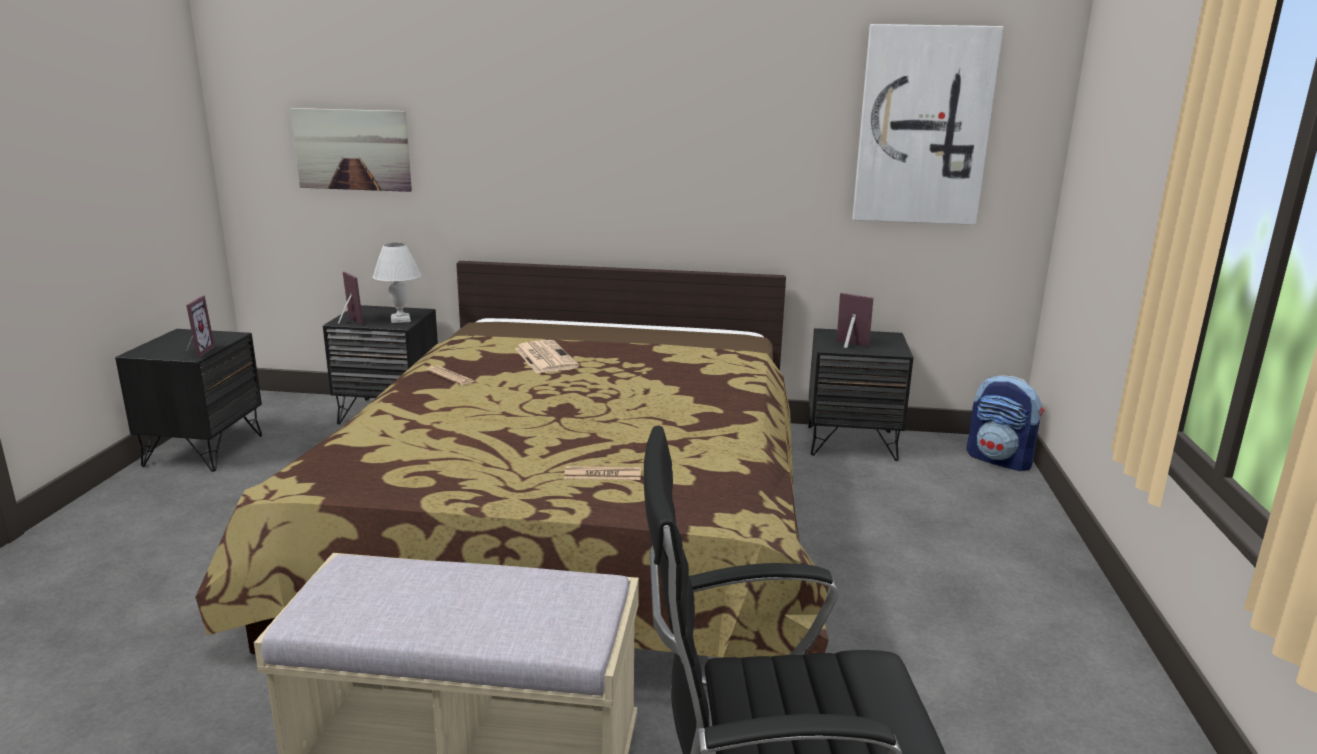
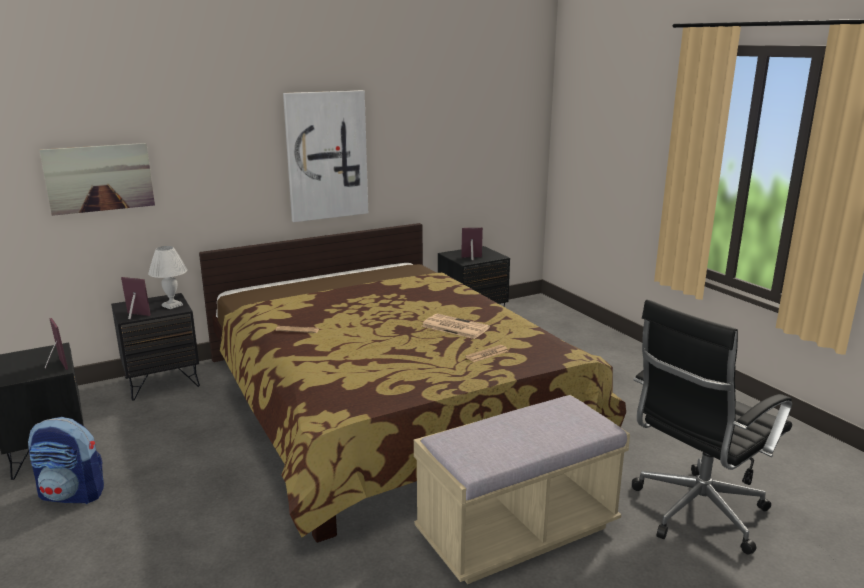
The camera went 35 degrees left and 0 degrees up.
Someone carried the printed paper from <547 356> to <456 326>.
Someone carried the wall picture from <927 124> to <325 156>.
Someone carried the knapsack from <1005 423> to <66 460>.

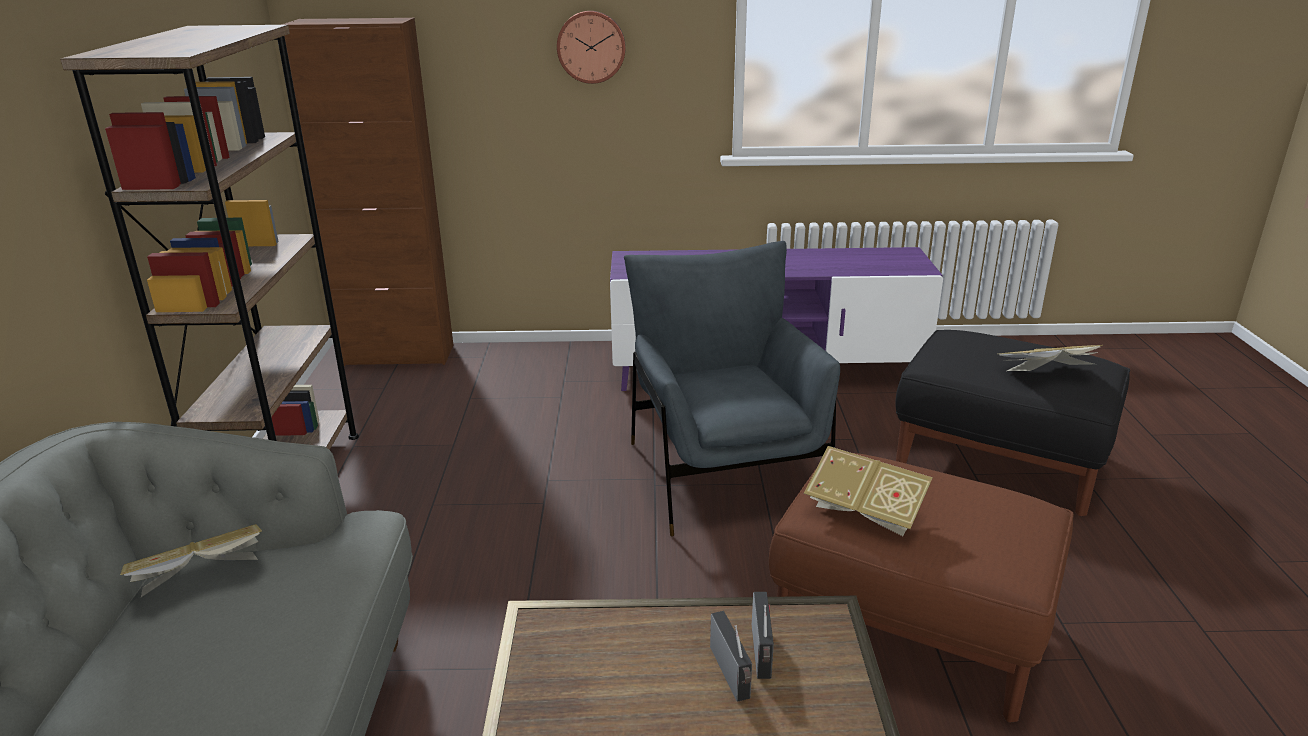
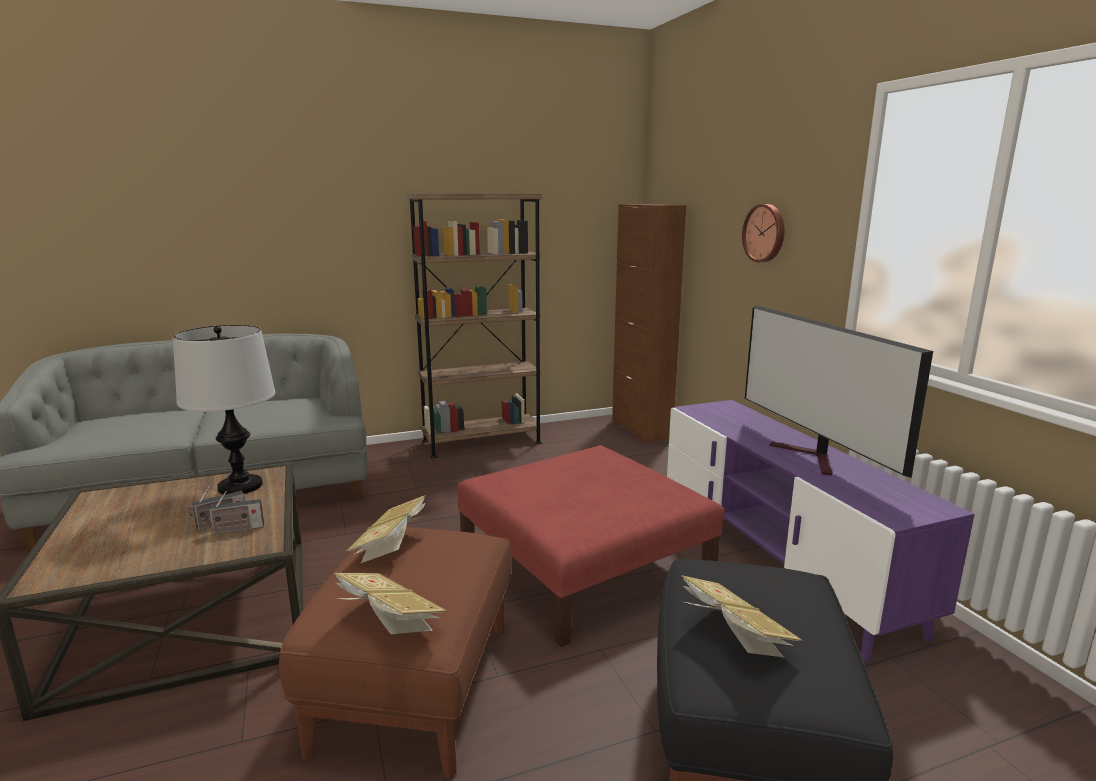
The camera went 70 degrees right and 10 degrees down.
Someone put down the table lamp at <224 409>.
Someone put down the TV set at <839 391>.
Someone carried the book from <191 560> to <390 603>.
Someone swapped the greyish armchair at <732 388> for the red pouffe at <591 546>.

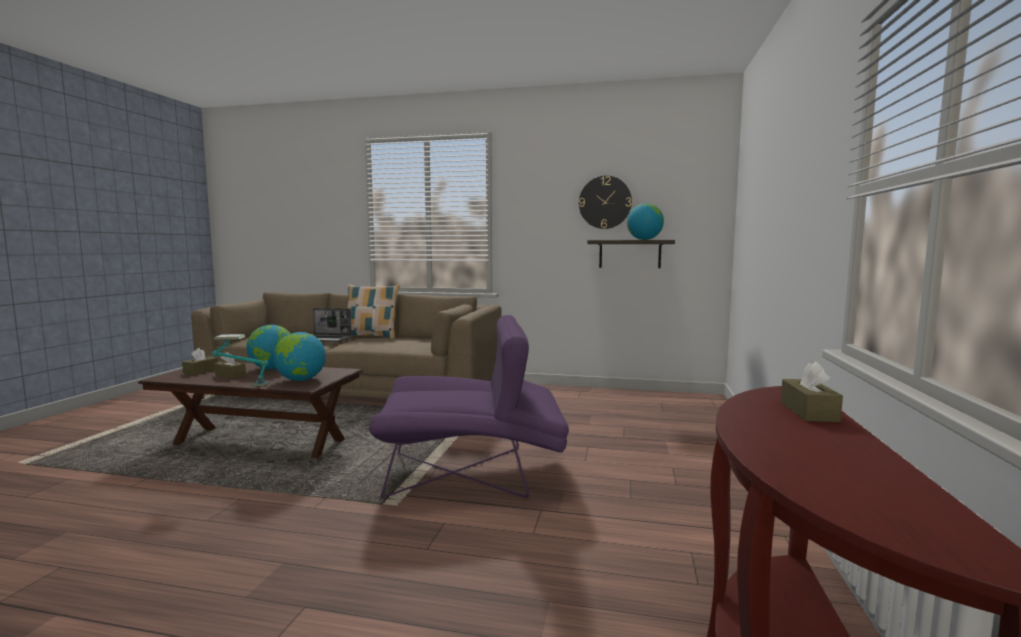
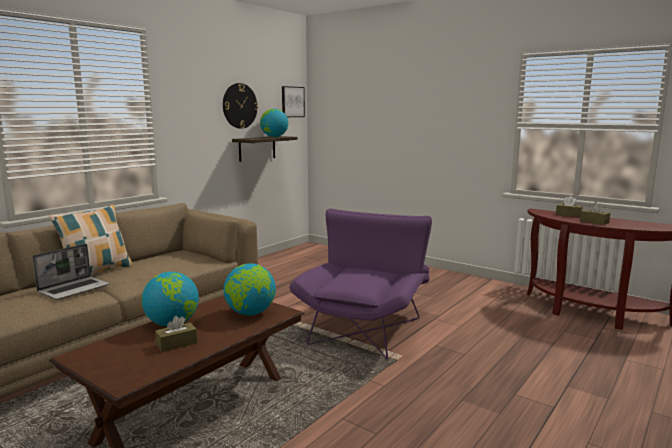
The camera went 65 degrees left and 5 degrees up.
Someone took away the table lamp at <240 360>.
Someone put up the wall picture at <293 101>.
Someone carried the brown tissue holder from <200 361> to <595 213>.

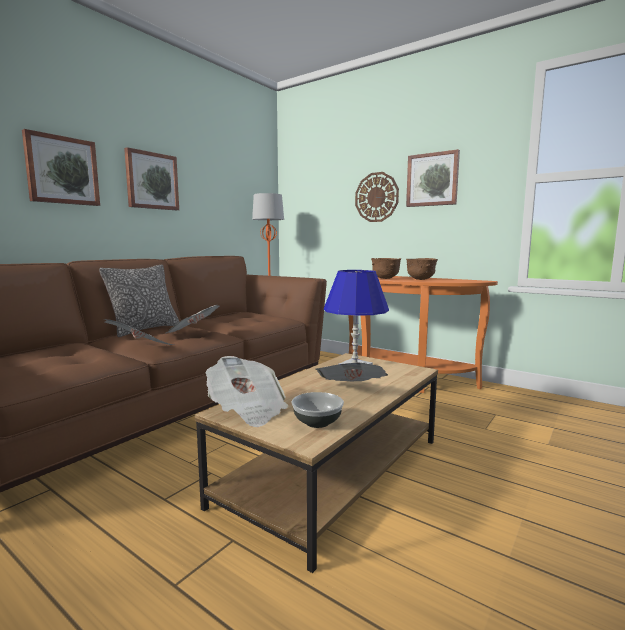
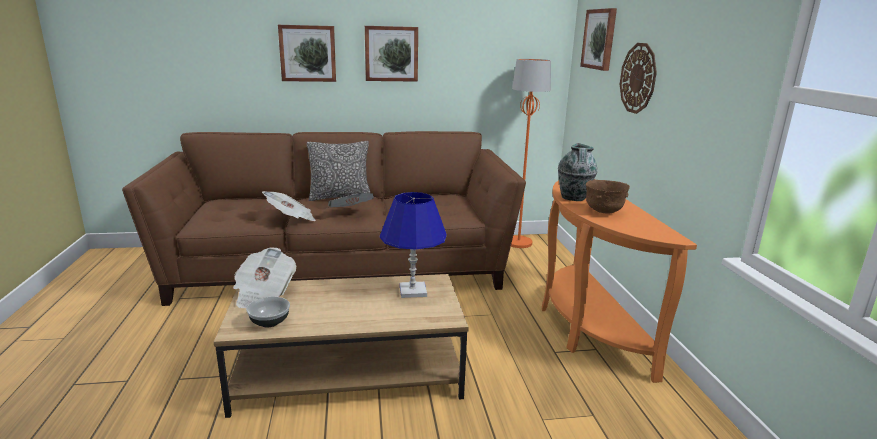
The camera went 45 degrees right and 10 degrees up.
Someone took away the printed paper at <351 372>.
Someone carried the wall picture from <433 178> to <598 39>.
Someone swapped the brown bowl at <386 268> for the decorative vase at <577 172>.

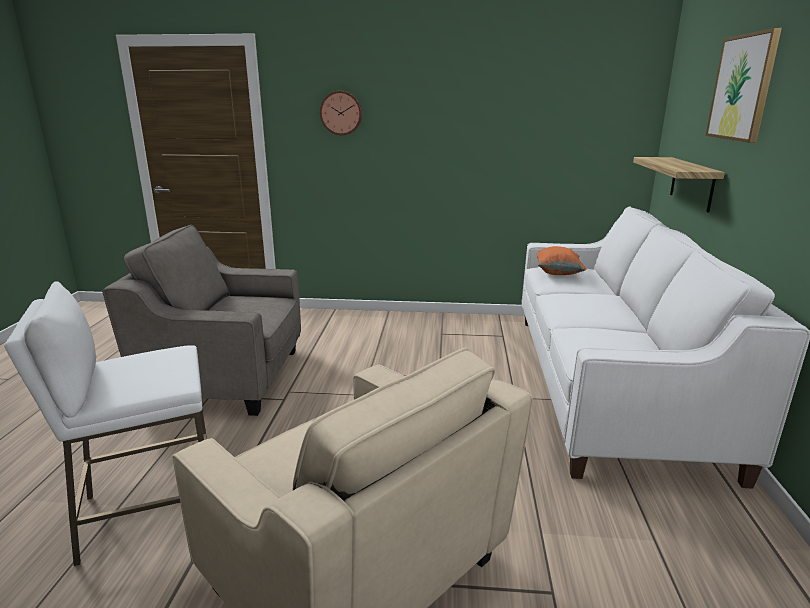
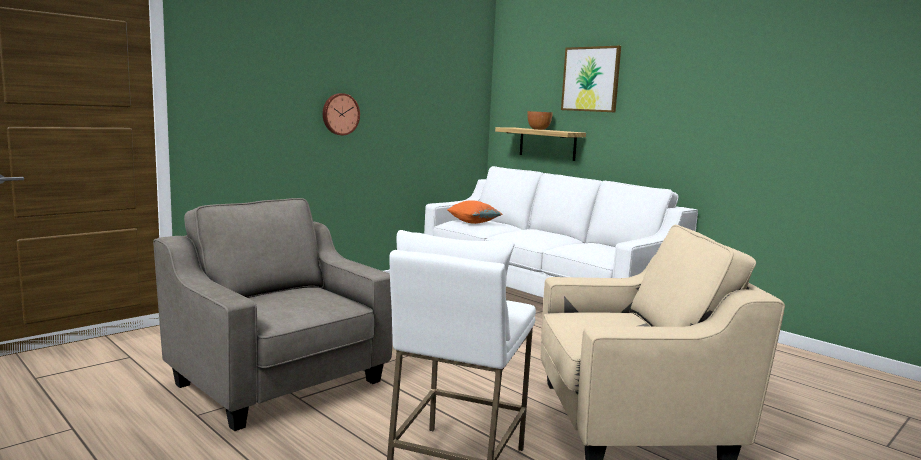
The camera went 50 degrees left and 10 degrees down.
Someone put down the bowl at <540 120>.
Someone carried the hanging clock from <341 113> to <341 114>.
Someone rotated the greyish armchair at <201 320> by 90 degrees clockwise.

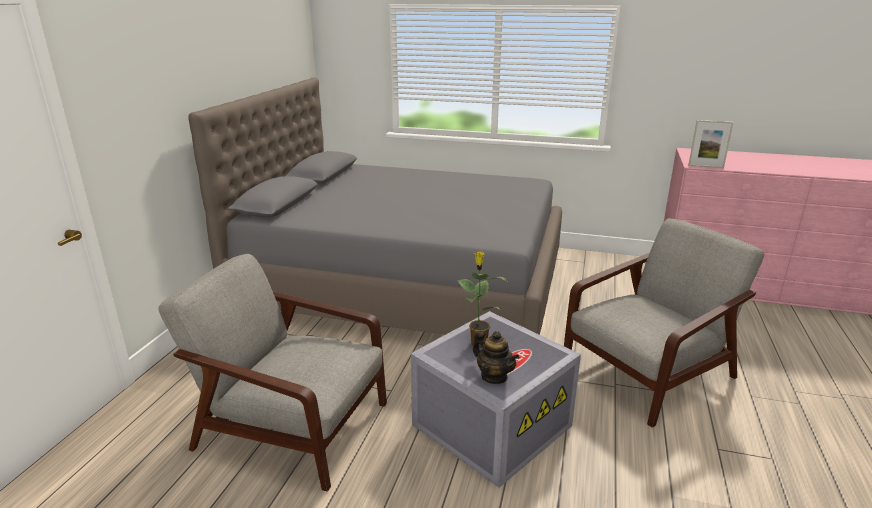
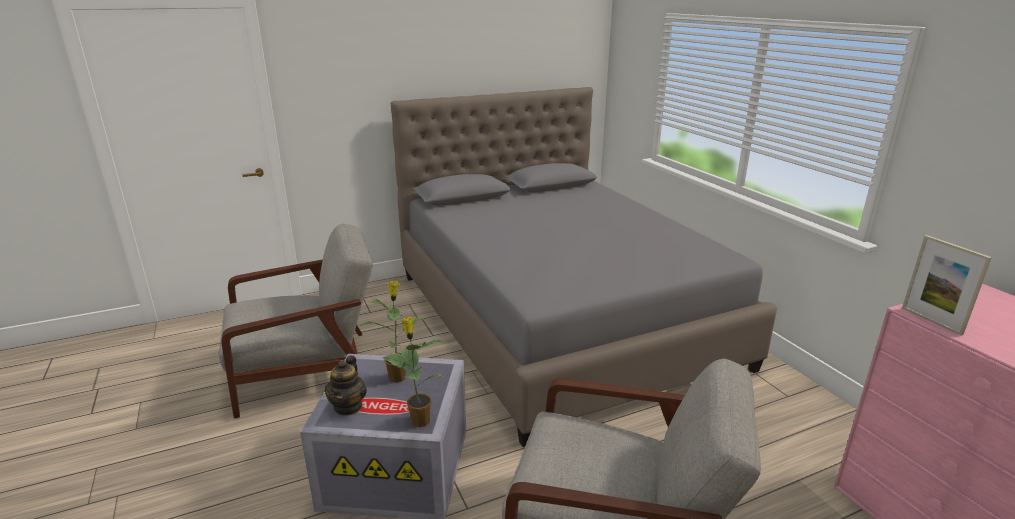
The camera went 50 degrees right and 0 degrees up.
Someone put down the plant in a pot at <415 372>.
Someone rotated the greyish armchair at <272 373> by 90 degrees clockwise.

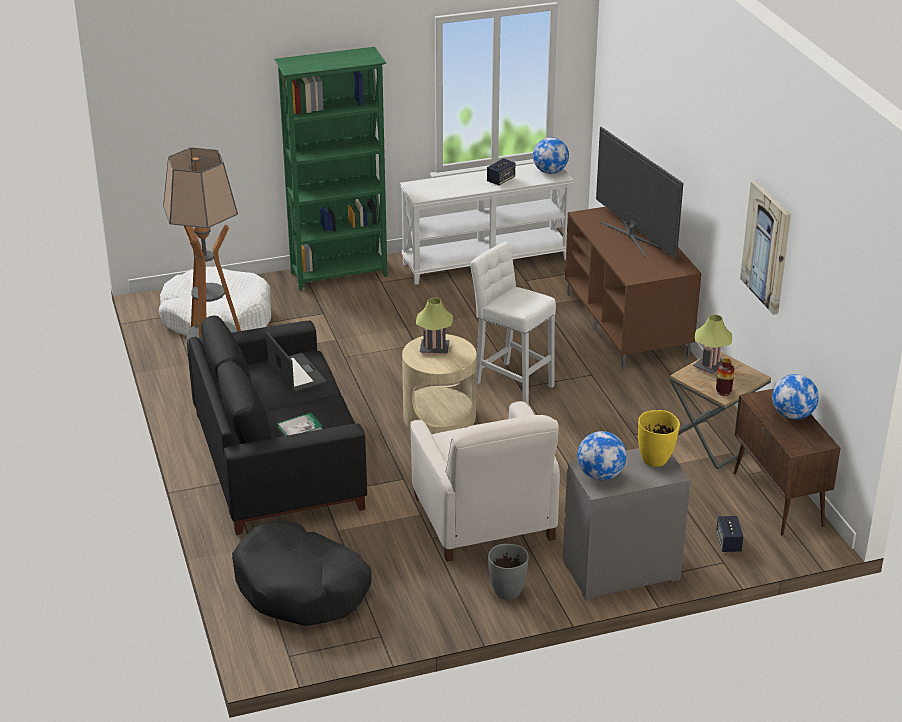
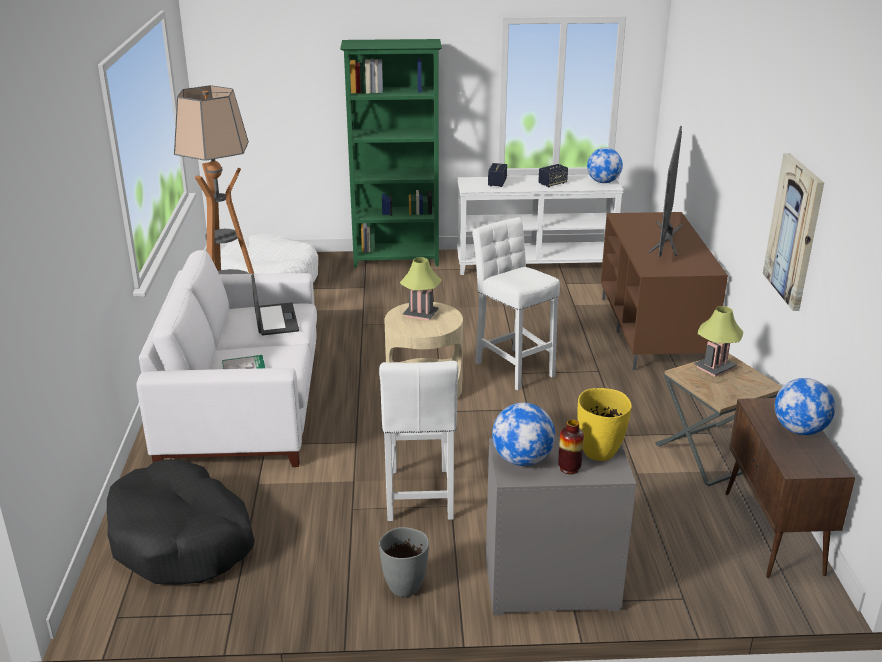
The camera went 15 degrees right and 5 degrees down.
Someone carried the decorative vase from <725 377> to <571 446>.
Someone carried the loudspeaker from <730 534> to <497 175>.
Someone swapped the white armchair at <485 481> for the white sitting stool at <419 441>.
Someone repainted the blackish couch at <277 425>, which became the white couch at <226 358>.
Someone rotated the TV set at <639 192> by 150 degrees counterclockwise.

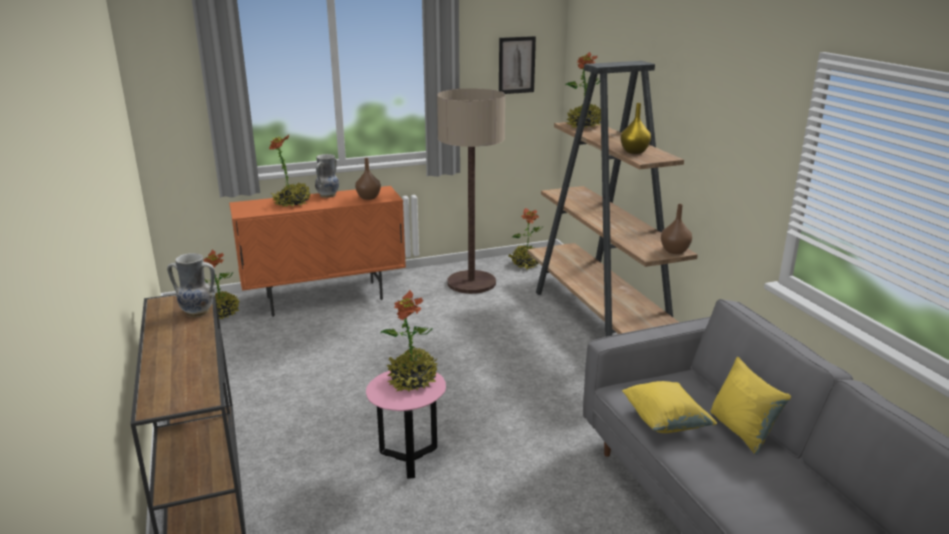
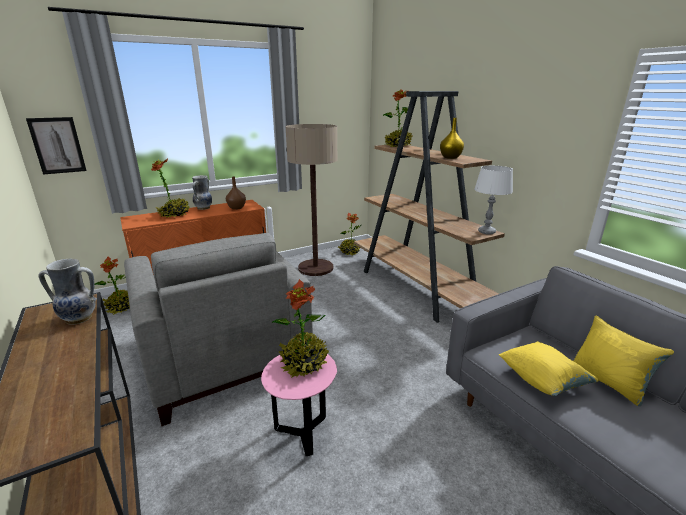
The camera went 10 degrees left and 0 degrees up.
Someone put down the greyish armchair at <218 329>.
Someone carried the wall picture from <517 65> to <56 146>.
Someone swapped the brown decorative vase at <676 229> for the white table lamp at <493 200>.

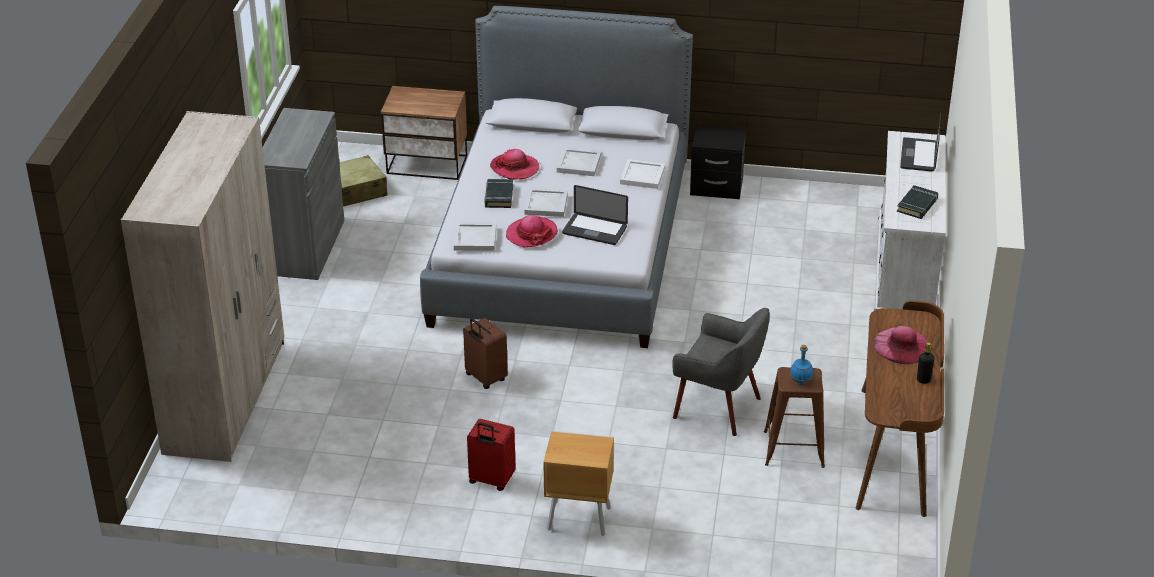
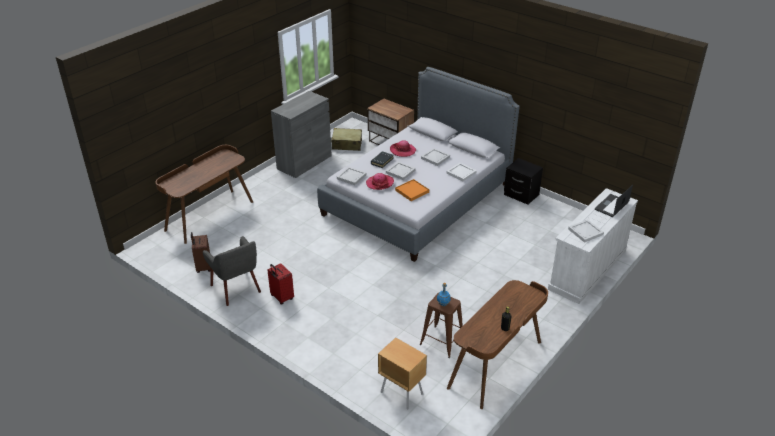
The camera went 30 degrees right and 0 degrees up.
Someone took away the pinkish wearable hat at <901 345>.
Someone carried the brown piece of luggage from <485 353> to <200 252>.
Someone carried the brown night table from <578 483> to <402 373>.
Someone carried the greyish armchair from <721 372> to <232 271>.
Someone swapped the beige-coloured clothes cupboard at <202 286> for the brown desk table at <204 194>.
Someone swapped the notebook computer at <595 215> for the orangey tray at <412 190>.
Someone swapped the blackish book at <917 202> for the white tray at <586 231>.

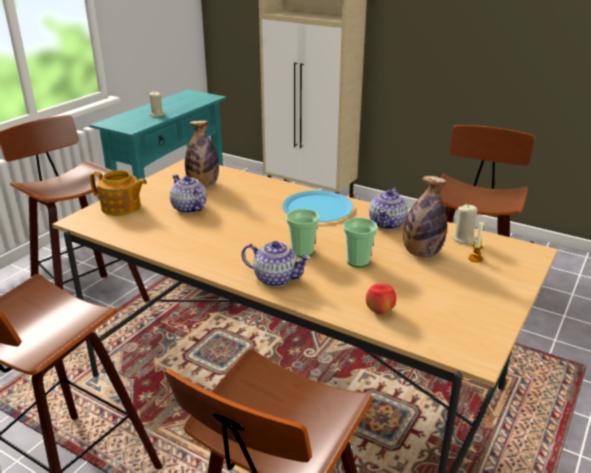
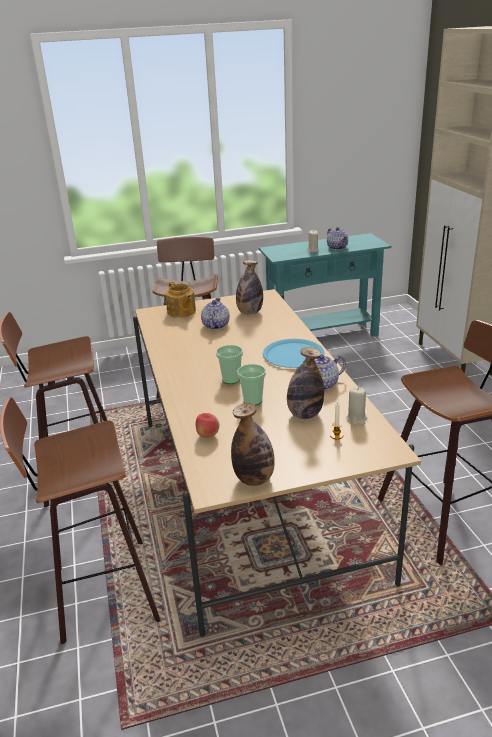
The camera went 45 degrees right and 0 degrees up.
Someone put down the bottle at <253 444>.
Someone carried the tea pot from <276 264> to <337 238>.

